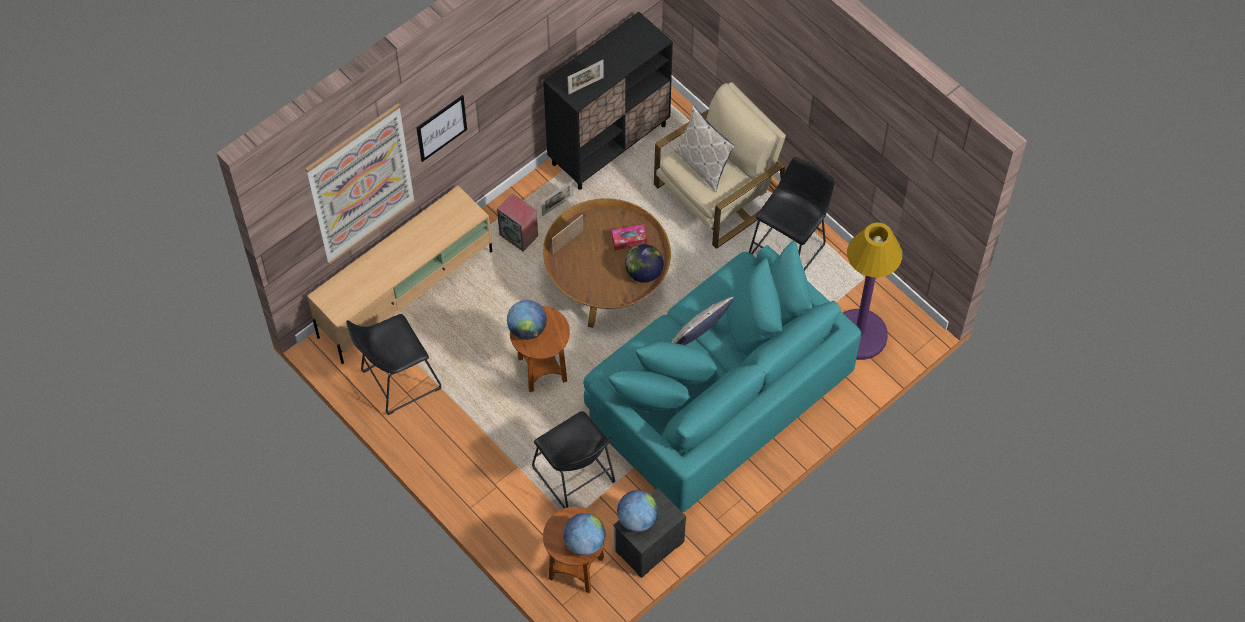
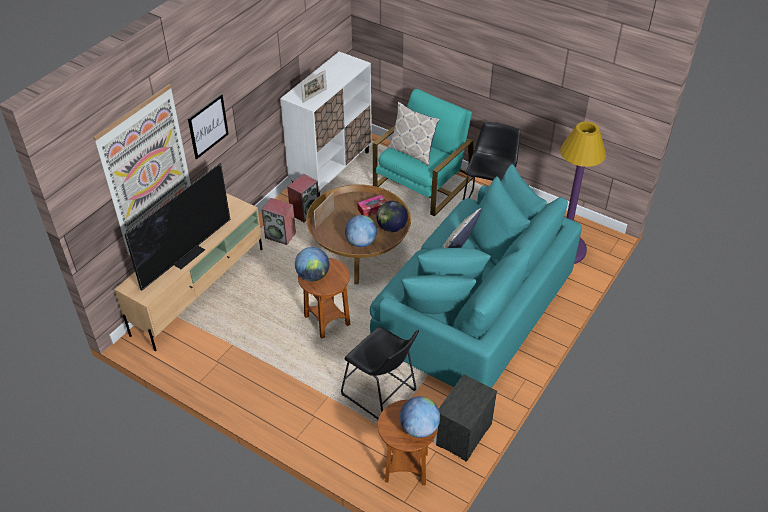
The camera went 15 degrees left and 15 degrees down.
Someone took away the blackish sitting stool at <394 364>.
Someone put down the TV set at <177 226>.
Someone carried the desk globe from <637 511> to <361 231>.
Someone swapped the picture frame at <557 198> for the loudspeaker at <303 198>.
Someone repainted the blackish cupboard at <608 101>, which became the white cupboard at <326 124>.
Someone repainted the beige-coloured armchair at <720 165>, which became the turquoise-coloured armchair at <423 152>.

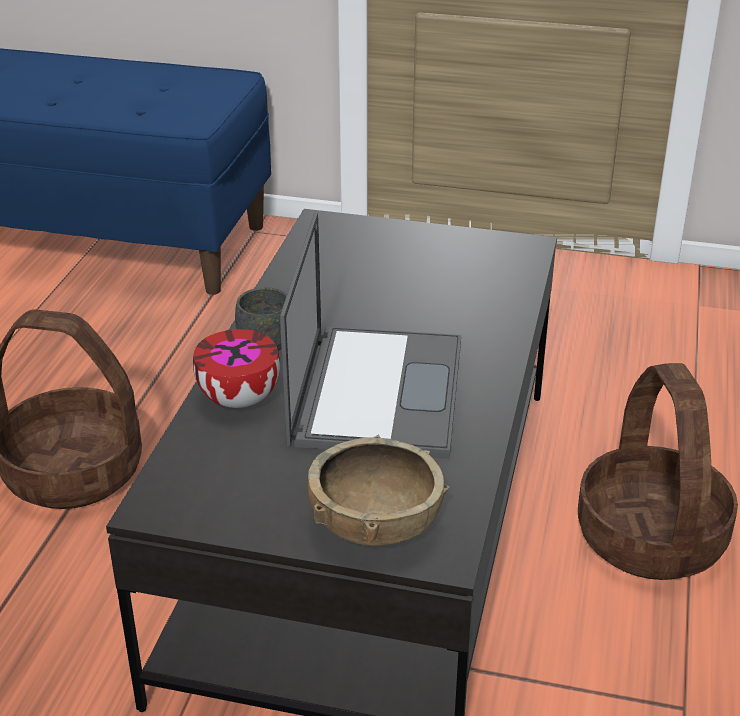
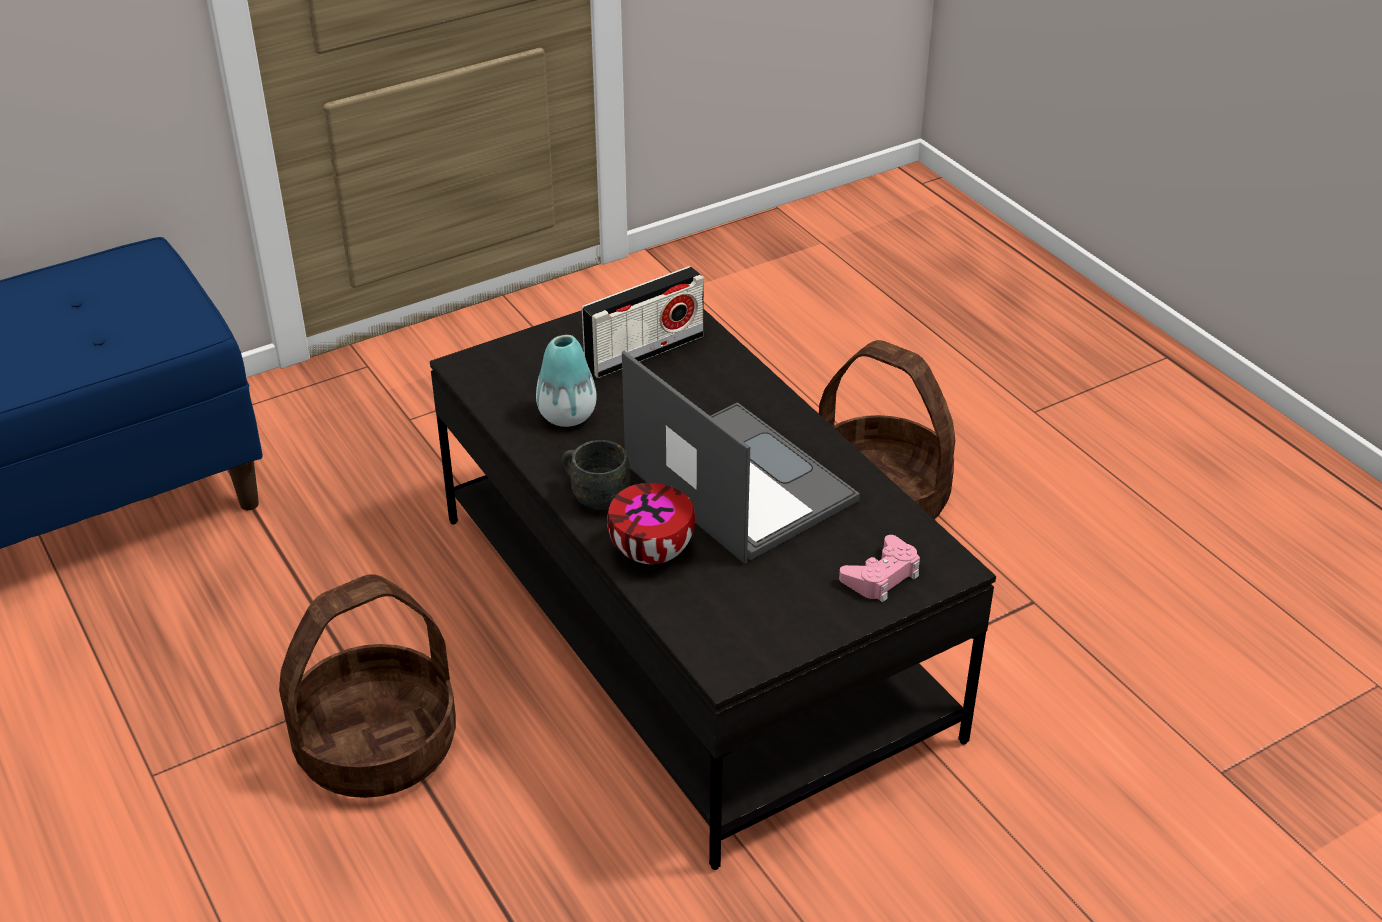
The camera went 45 degrees left and 5 degrees up.
Someone put down the decorative vase at <566 381>.
Someone put down the radio receiver at <643 322>.
Someone swapped the brown bowl at <379 490> for the pinkish game controller at <879 568>.

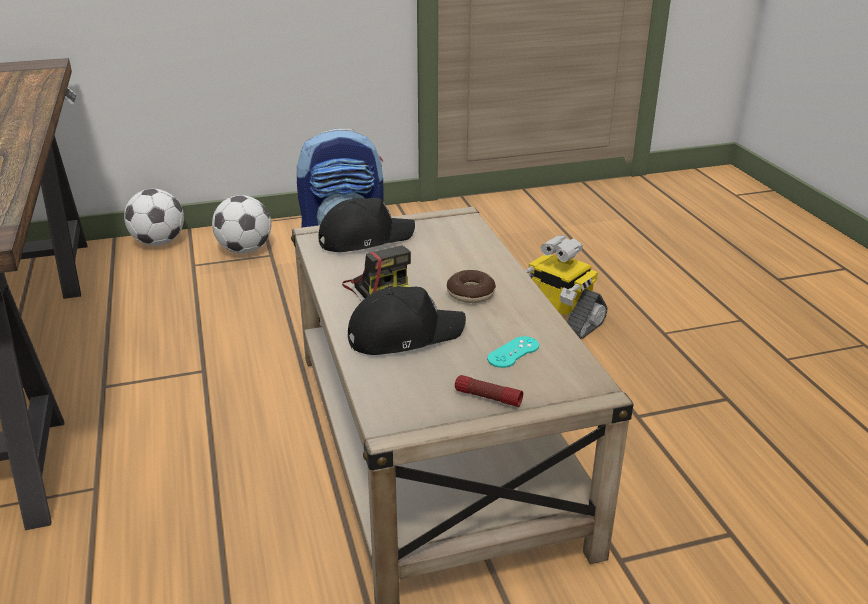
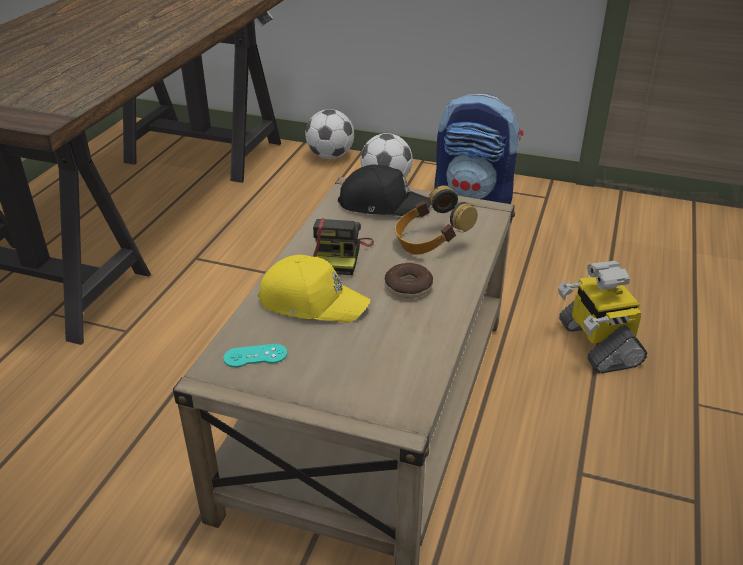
The camera went 35 degrees right and 5 degrees up.
Someone took away the torch at <489 391>.
Someone put down the headset at <436 220>.
Someone carried the turquoise-coloured game controller from <513 352> to <255 355>.
Someone repainted the blackish peaked cap at <407 320>, which became the yellowish peaked cap at <313 289>.

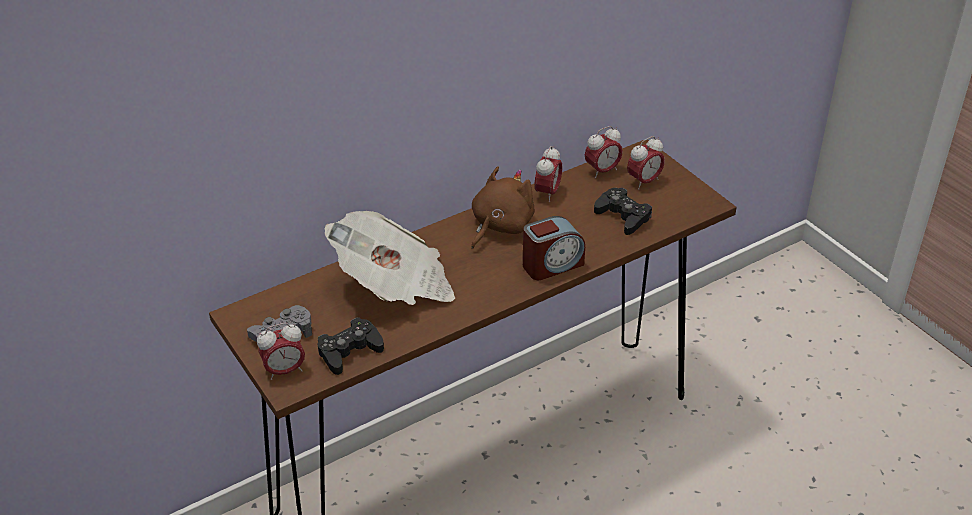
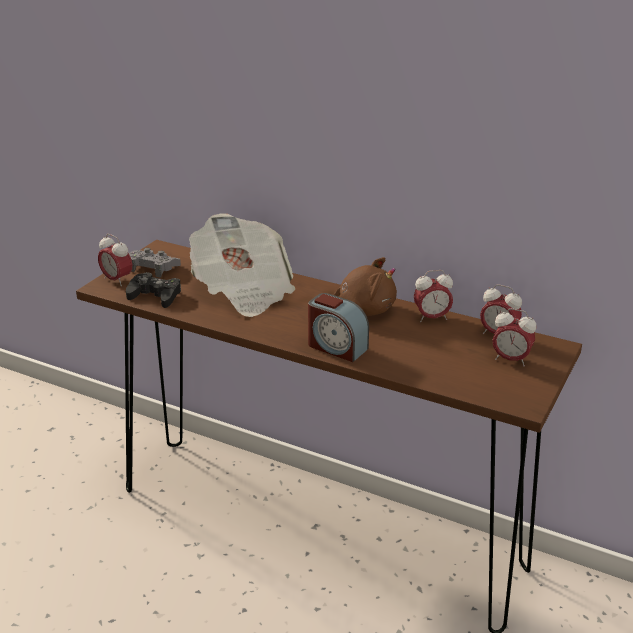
The camera went 60 degrees right and 10 degrees down.
Someone took away the blackish game controller at <623 211>.

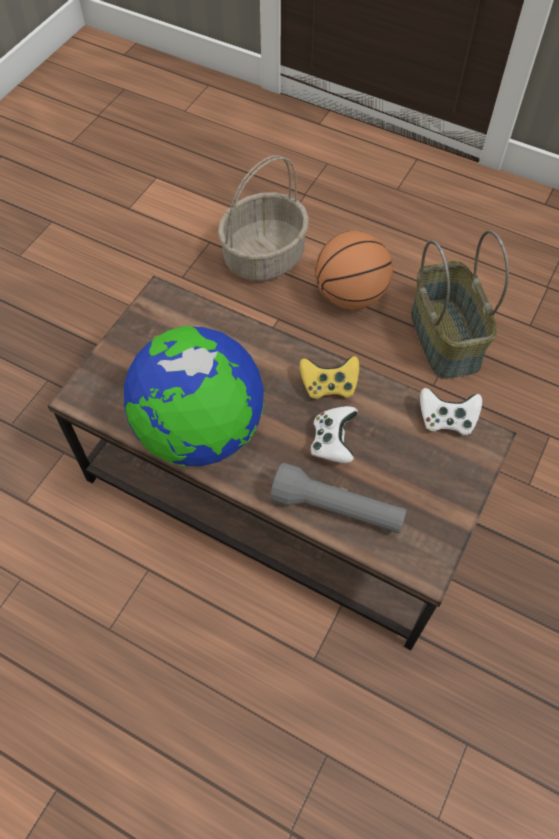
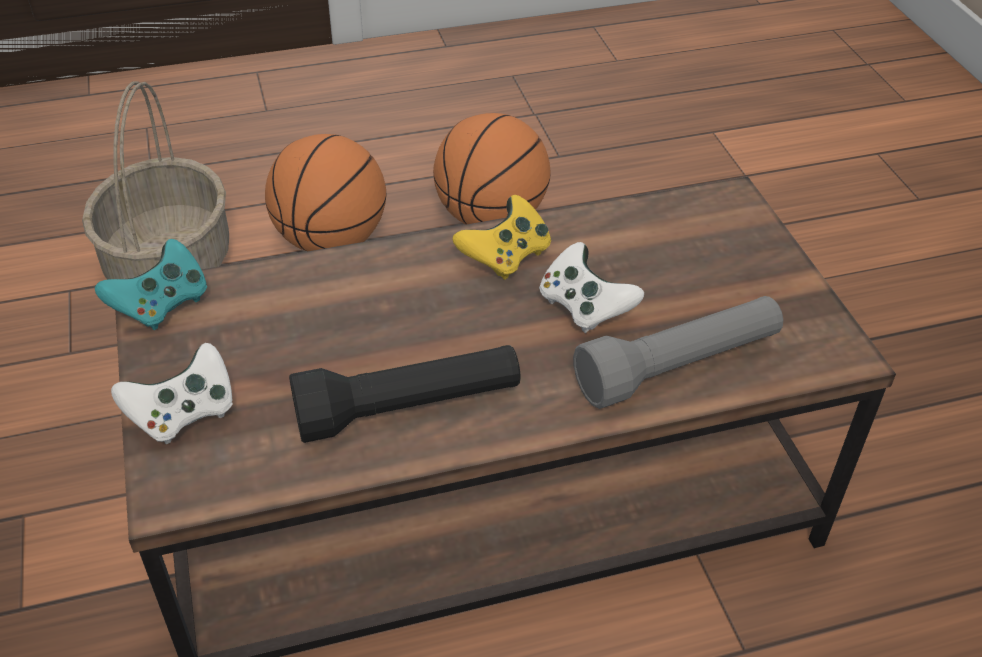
The camera went 45 degrees left and 15 degrees down.
Someone put down the turquoise-coloured game controller at <151 284>.
Someone carried the white game controller from <451 411> to <172 393>.
Someone swapped the desk globe at <194 396> for the blackish torch at <405 394>.
Someone swapped the household basket at <460 304> for the ball for basketball at <492 168>.

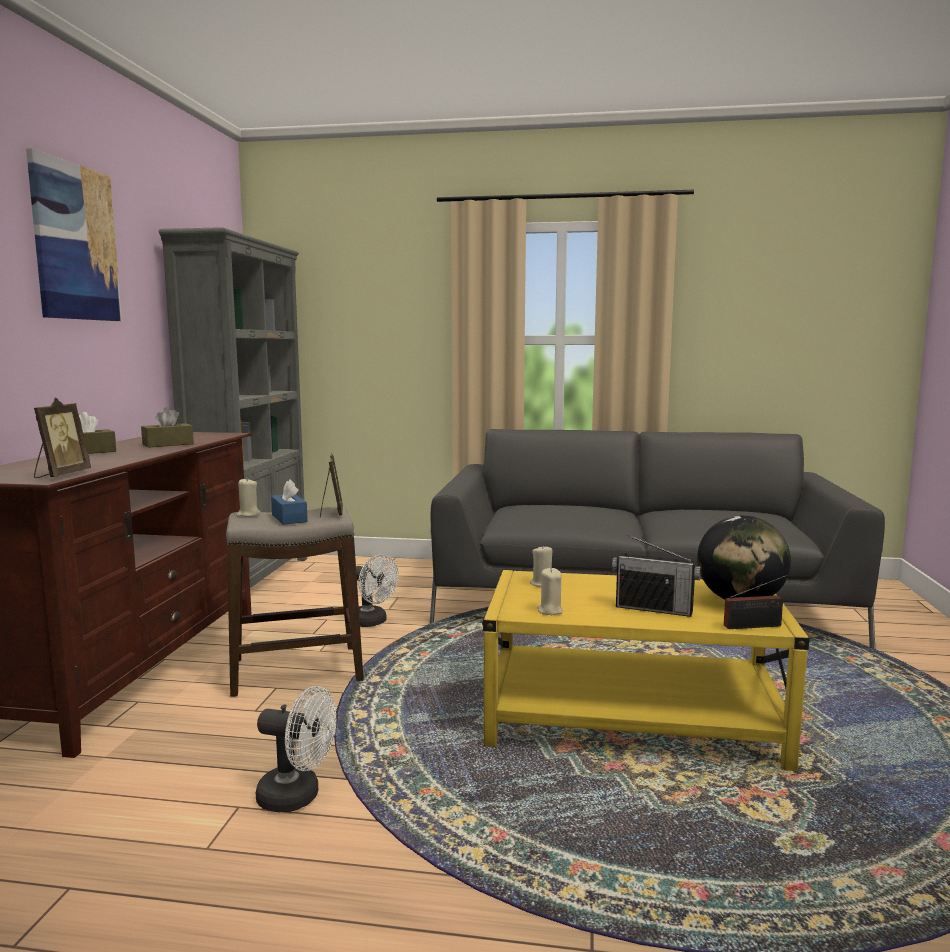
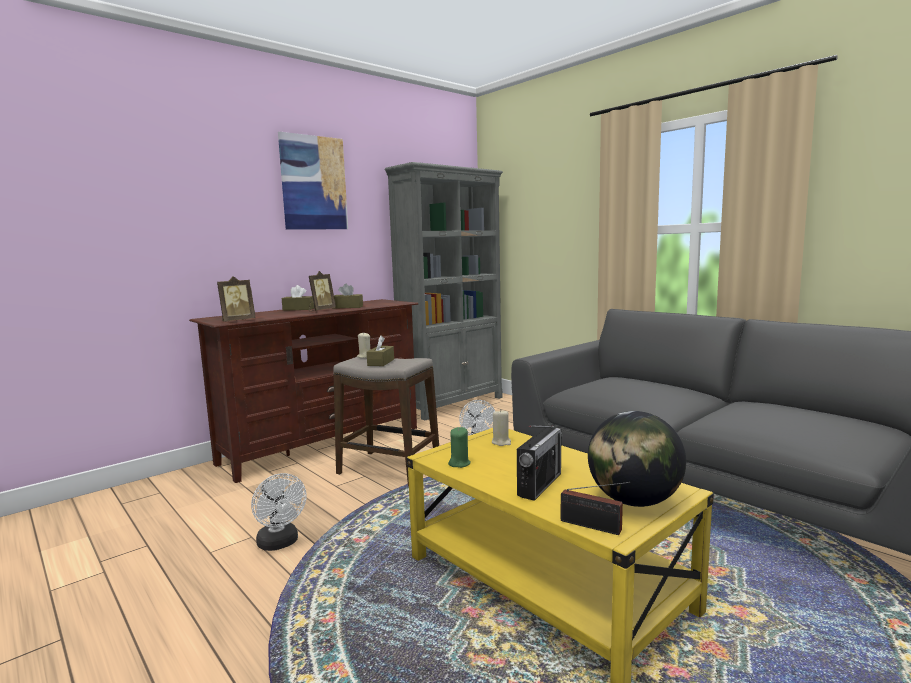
The camera went 40 degrees right and 0 degrees up.
Someone carried the picture frame from <331 484> to <322 291>.
Someone repainted the blue tissue holder at <289 502>, which became the brown tissue holder at <380 350>.
Someone repainted the beige-coloured candle at <550 591>, which became the green-coloured candle at <459 447>.
Someone rotated the radio receiver at <656 576> by 120 degrees counterclockwise.

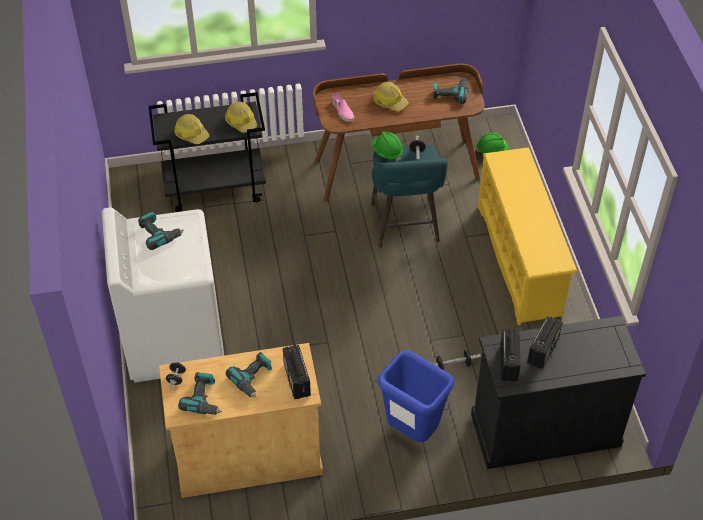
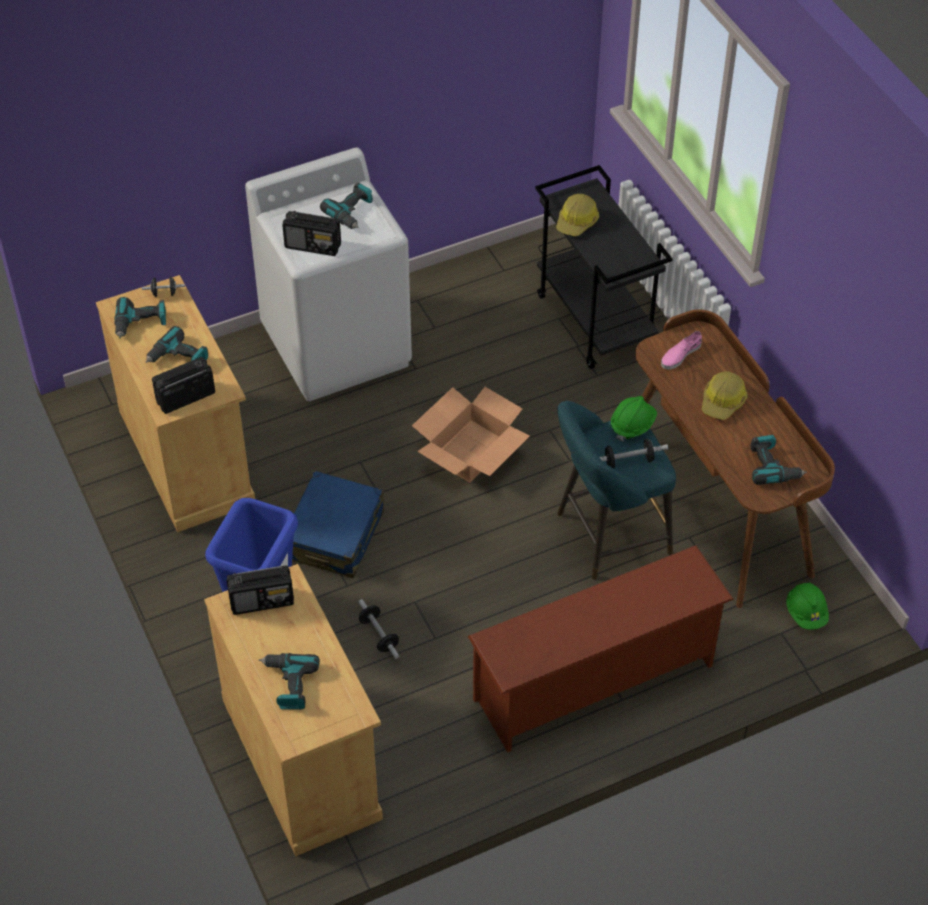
The camera went 75 degrees right and 0 degrees up.
Someone took away the hard hat at <241 117>.
Someone put down the drill at <289 681>.
Someone put down the blue piece of luggage at <338 524>.
Someone put down the carton at <471 435>.
Someone carried the radio receiver from <544 342> to <311 233>.
Someone repainted the blackish cupboard at <558 392>, which became the beige-coloured cupboard at <293 710>.
Someone repainted the yellowish shoe stand at <527 236>, which became the brown shoe stand at <601 648>.

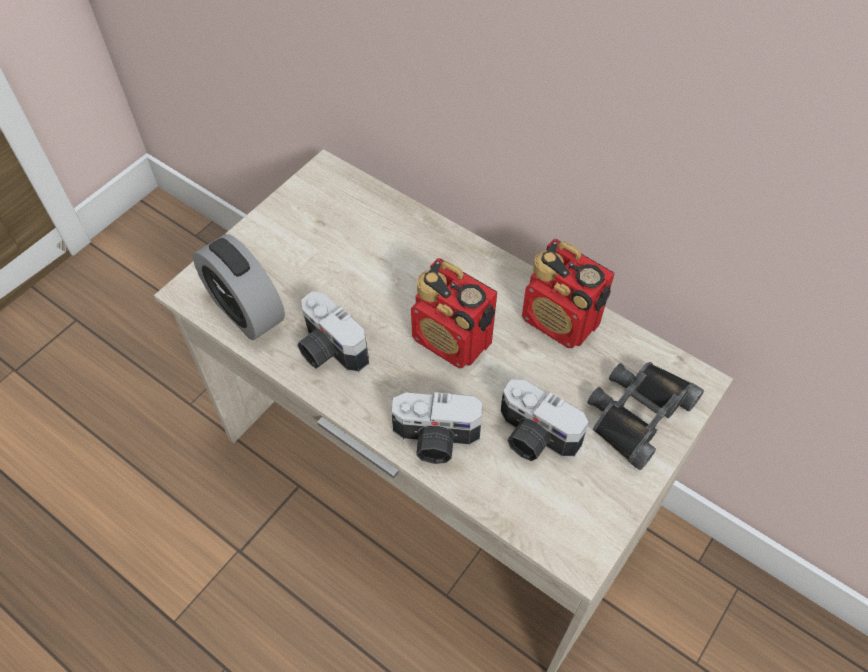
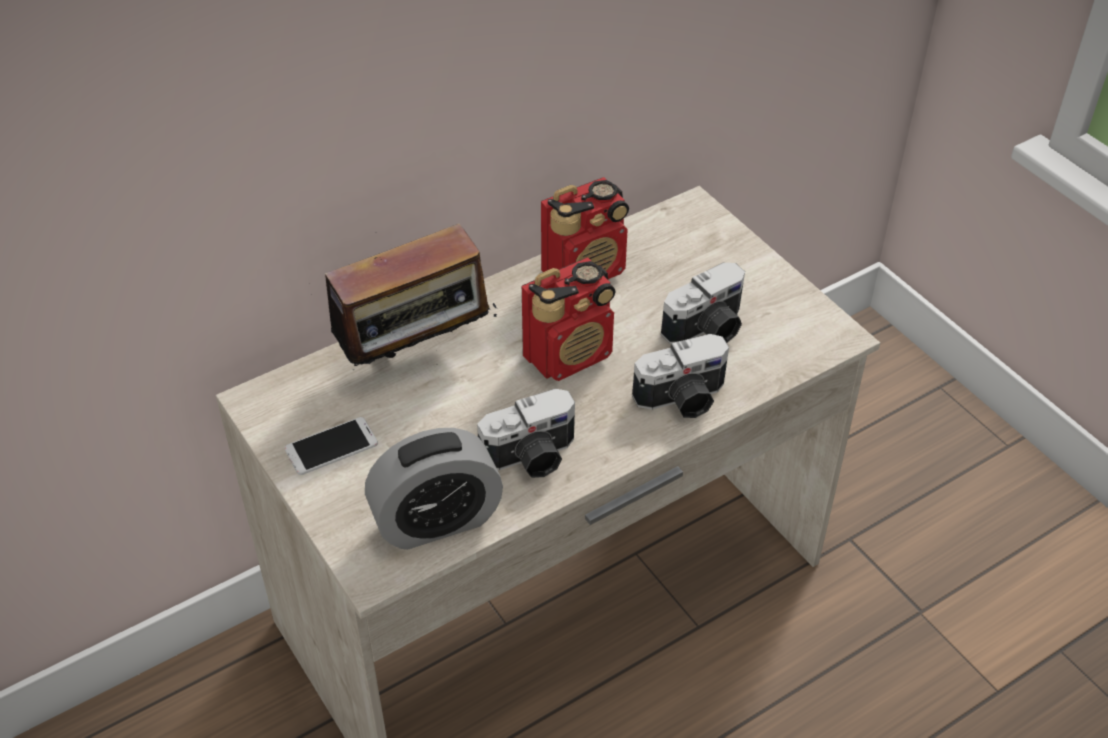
The camera went 70 degrees left and 10 degrees down.
Someone took away the blackish binoculars at <645 416>.
Someone put down the phone at <331 446>.
Someone put down the radio receiver at <403 299>.
Someone rotated the photo camera at <437 428> by 45 degrees clockwise.

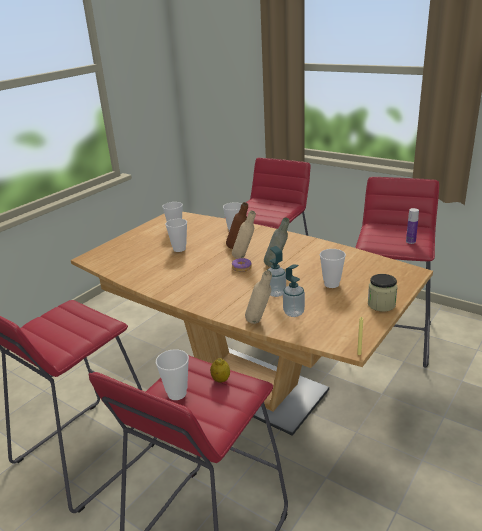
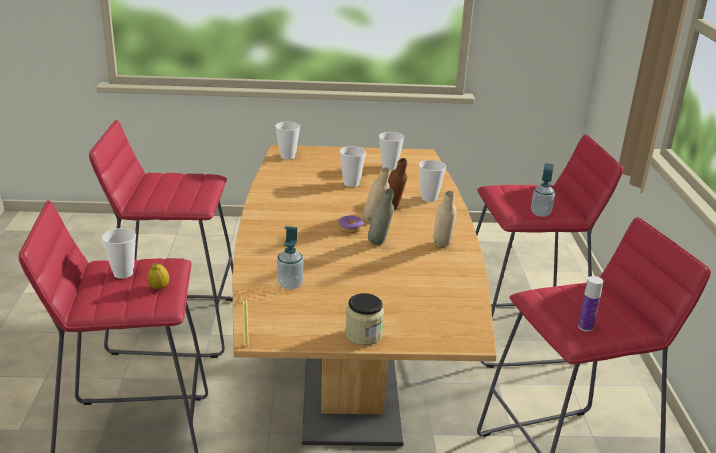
The camera went 50 degrees right and 0 degrees up.
Someone carried the beige-coloured bottle from <258 297> to <445 219>.
Someone carried the soap dispenser from <277 271> to <543 190>.
Someone carried the cup from <333 268> to <287 140>.

